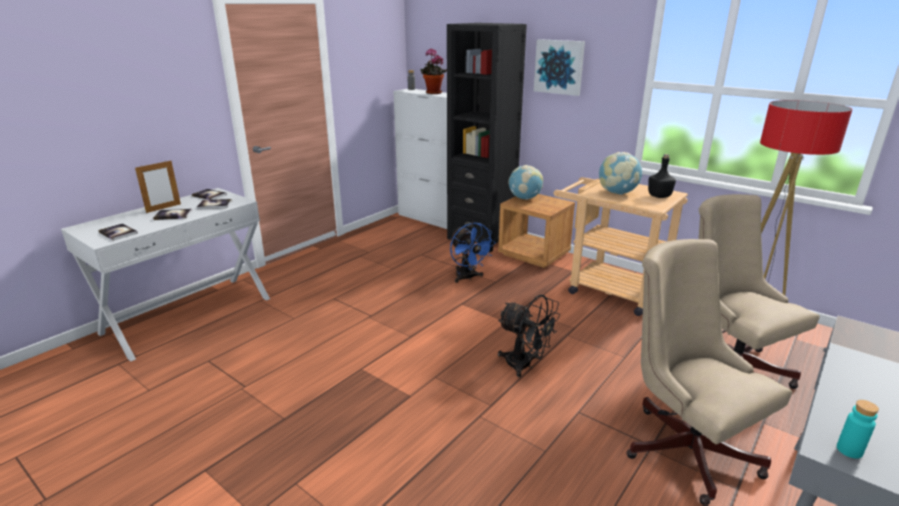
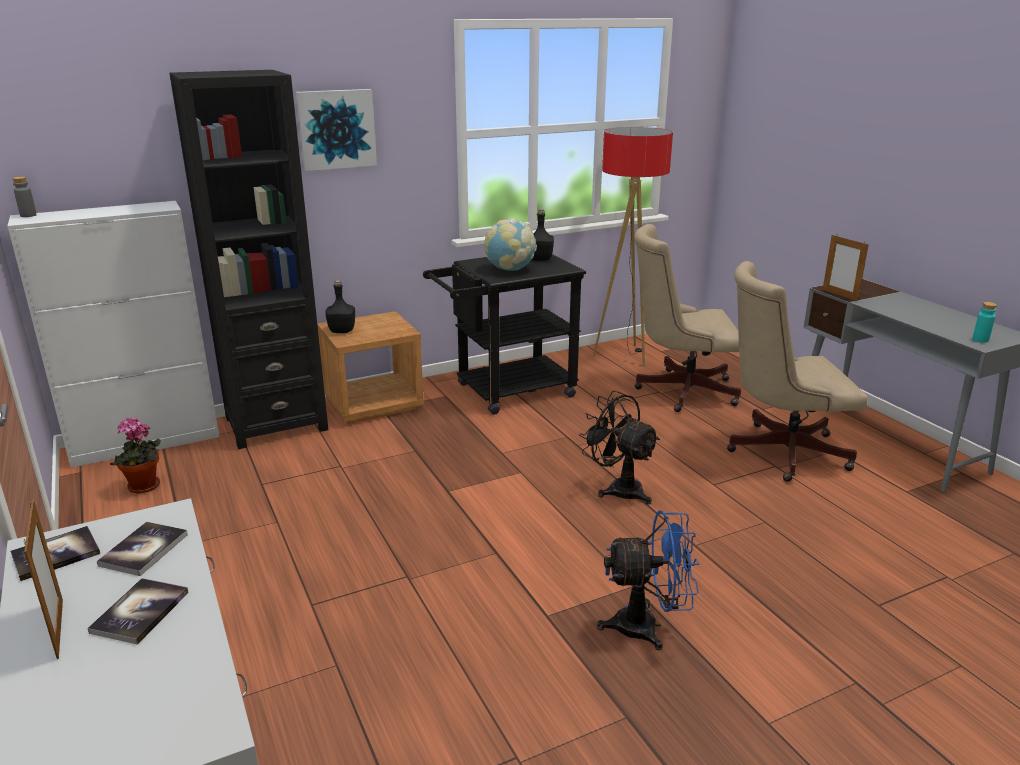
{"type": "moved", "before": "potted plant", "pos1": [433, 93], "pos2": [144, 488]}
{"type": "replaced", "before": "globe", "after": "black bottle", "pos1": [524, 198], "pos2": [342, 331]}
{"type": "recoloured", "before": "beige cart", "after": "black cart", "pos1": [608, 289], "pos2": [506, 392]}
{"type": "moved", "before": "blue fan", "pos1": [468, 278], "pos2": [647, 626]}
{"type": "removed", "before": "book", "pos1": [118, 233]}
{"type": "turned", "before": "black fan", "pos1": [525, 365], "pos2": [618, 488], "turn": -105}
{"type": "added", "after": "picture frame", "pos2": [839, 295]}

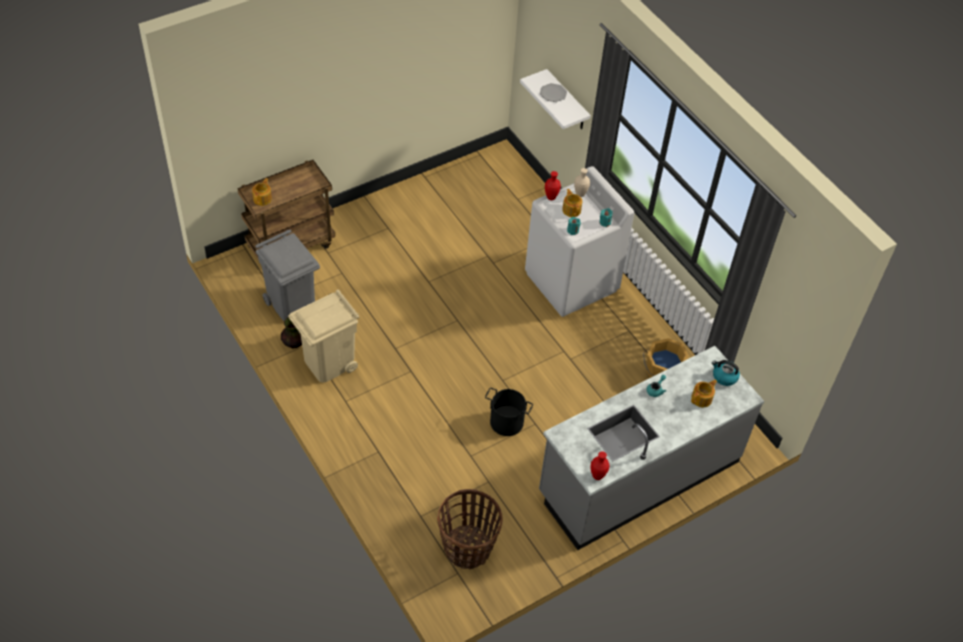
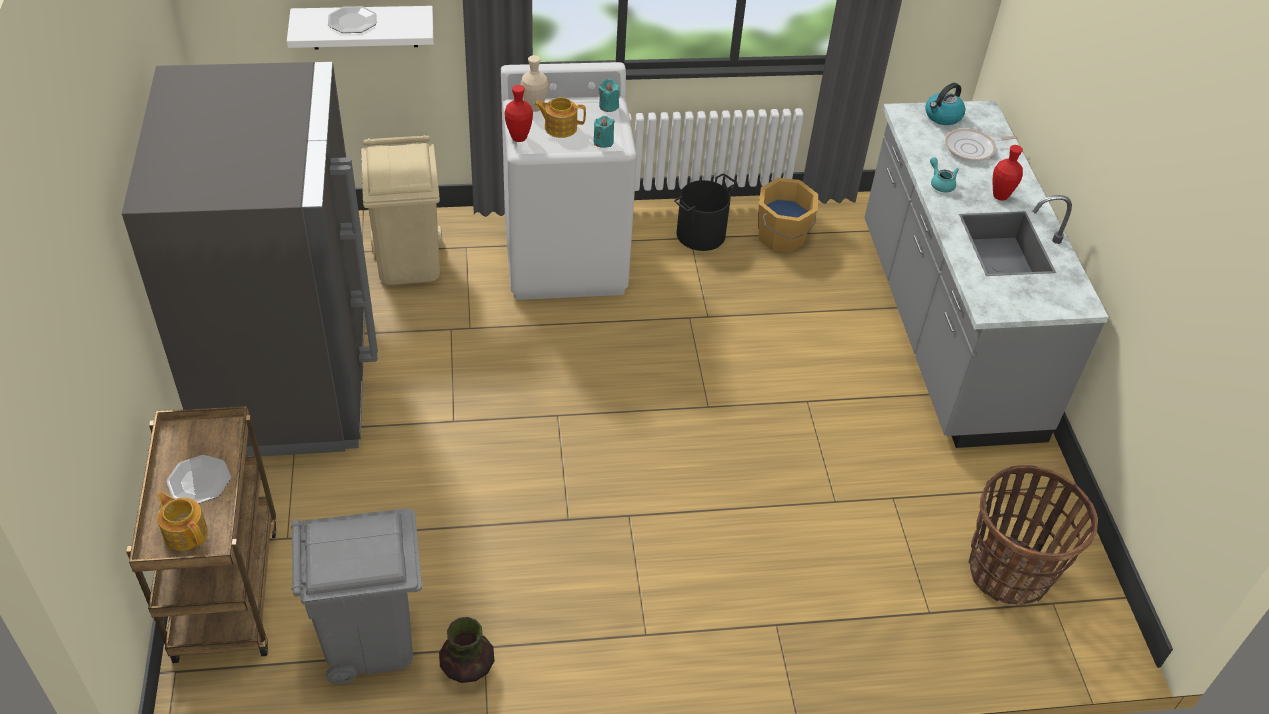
{"type": "moved", "before": "beige trash can", "pos1": [328, 363], "pos2": [409, 262]}
{"type": "replaced", "before": "teapot", "after": "frying pan", "pos1": [702, 398], "pos2": [972, 149]}
{"type": "moved", "before": "black bucket", "pos1": [507, 421], "pos2": [700, 233]}
{"type": "moved", "before": "red vase", "pos1": [597, 476], "pos2": [1000, 196]}
{"type": "added", "after": "grey fridge", "pos2": [289, 378]}
{"type": "added", "after": "plate", "pos2": [199, 481]}

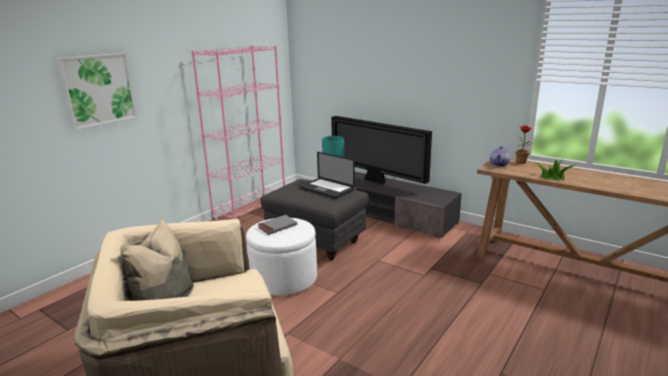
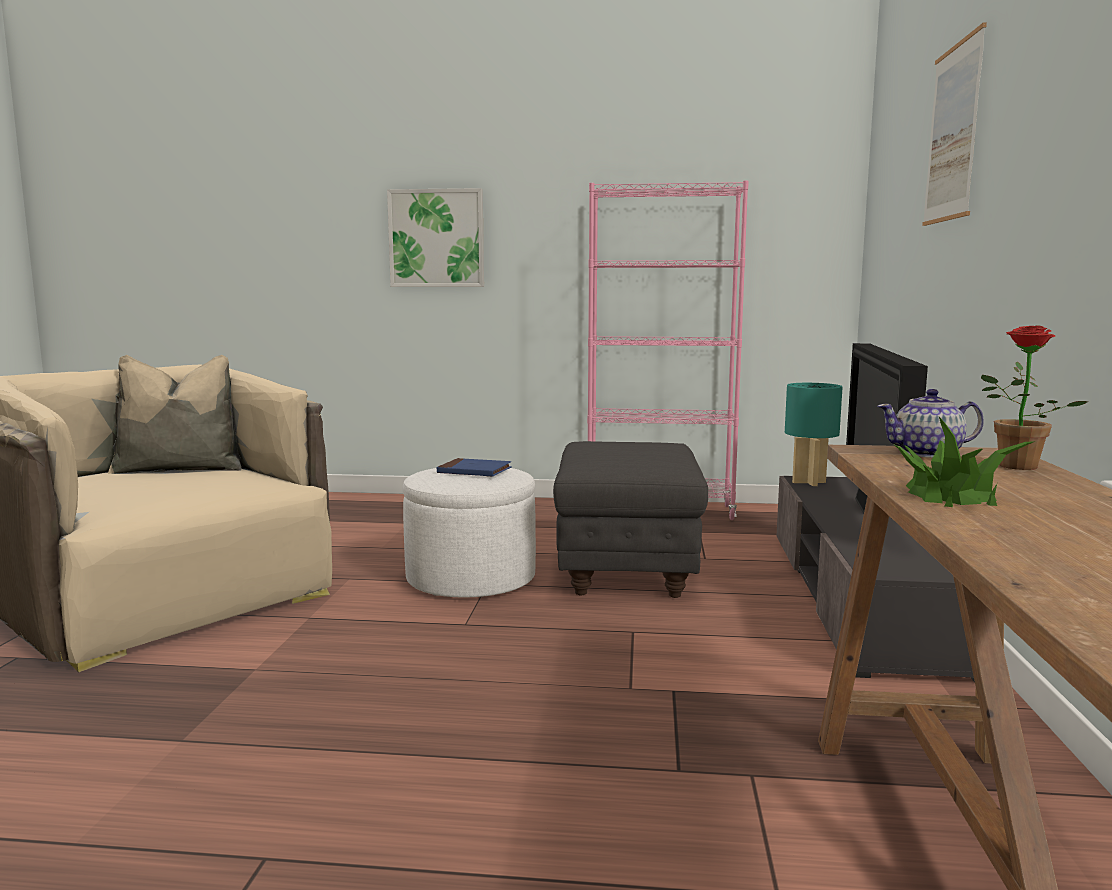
{"type": "removed", "before": "laptop", "pos1": [326, 189]}
{"type": "recoloured", "before": "grey book", "after": "blue book", "pos1": [277, 226], "pos2": [474, 471]}
{"type": "added", "after": "picture", "pos2": [953, 133]}

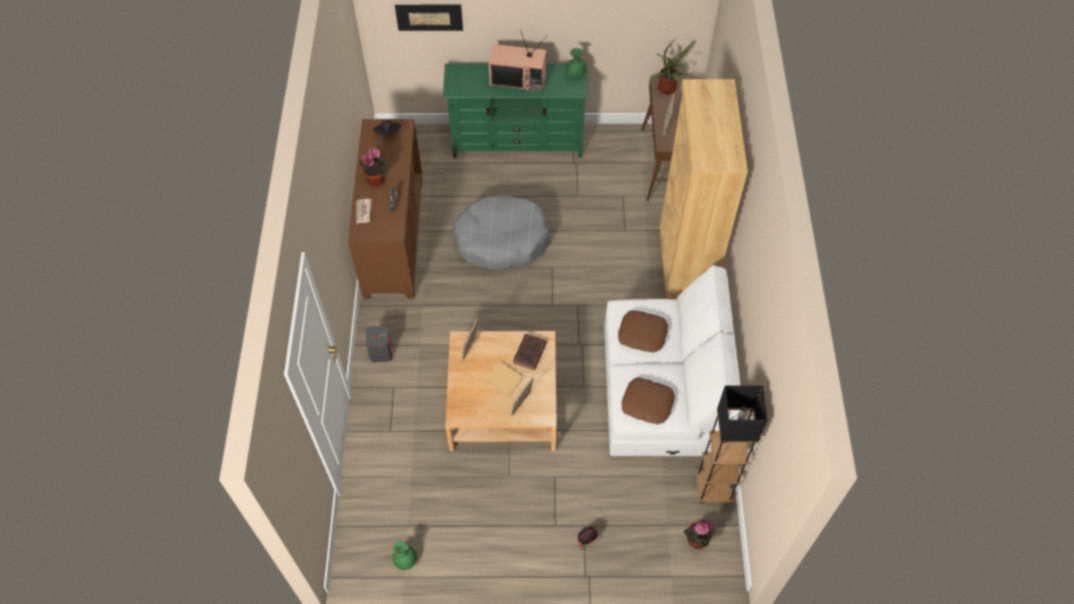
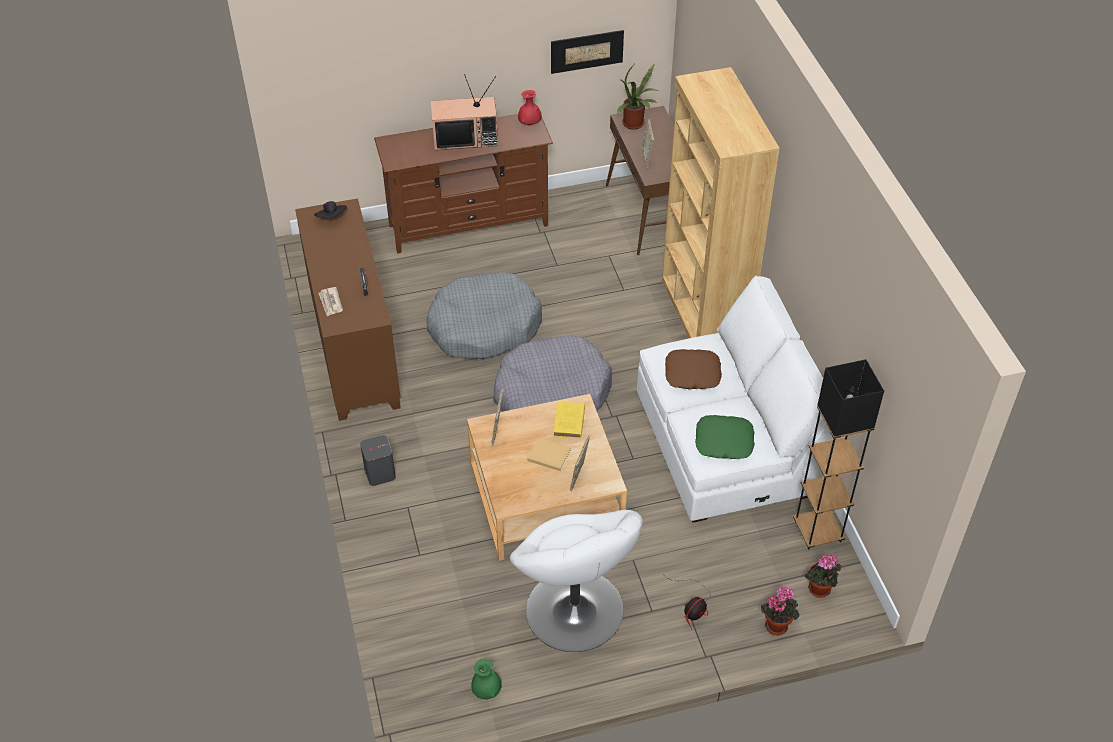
{"type": "moved", "before": "picture", "pos1": [429, 17], "pos2": [587, 51]}
{"type": "recoloured", "before": "green vase", "after": "red vase", "pos1": [575, 75], "pos2": [529, 124]}
{"type": "recoloured", "before": "green tv stand", "after": "brown tv stand", "pos1": [518, 143], "pos2": [468, 224]}
{"type": "moved", "before": "potted plant", "pos1": [377, 179], "pos2": [777, 624]}
{"type": "recoloured", "before": "brown book", "after": "yellow book", "pos1": [529, 354], "pos2": [569, 423]}
{"type": "recoloured", "before": "brown pillow", "after": "green pillow", "pos1": [647, 404], "pos2": [724, 442]}
{"type": "added", "after": "grey dog bed", "pos2": [551, 393]}
{"type": "added", "after": "white armchair", "pos2": [575, 611]}

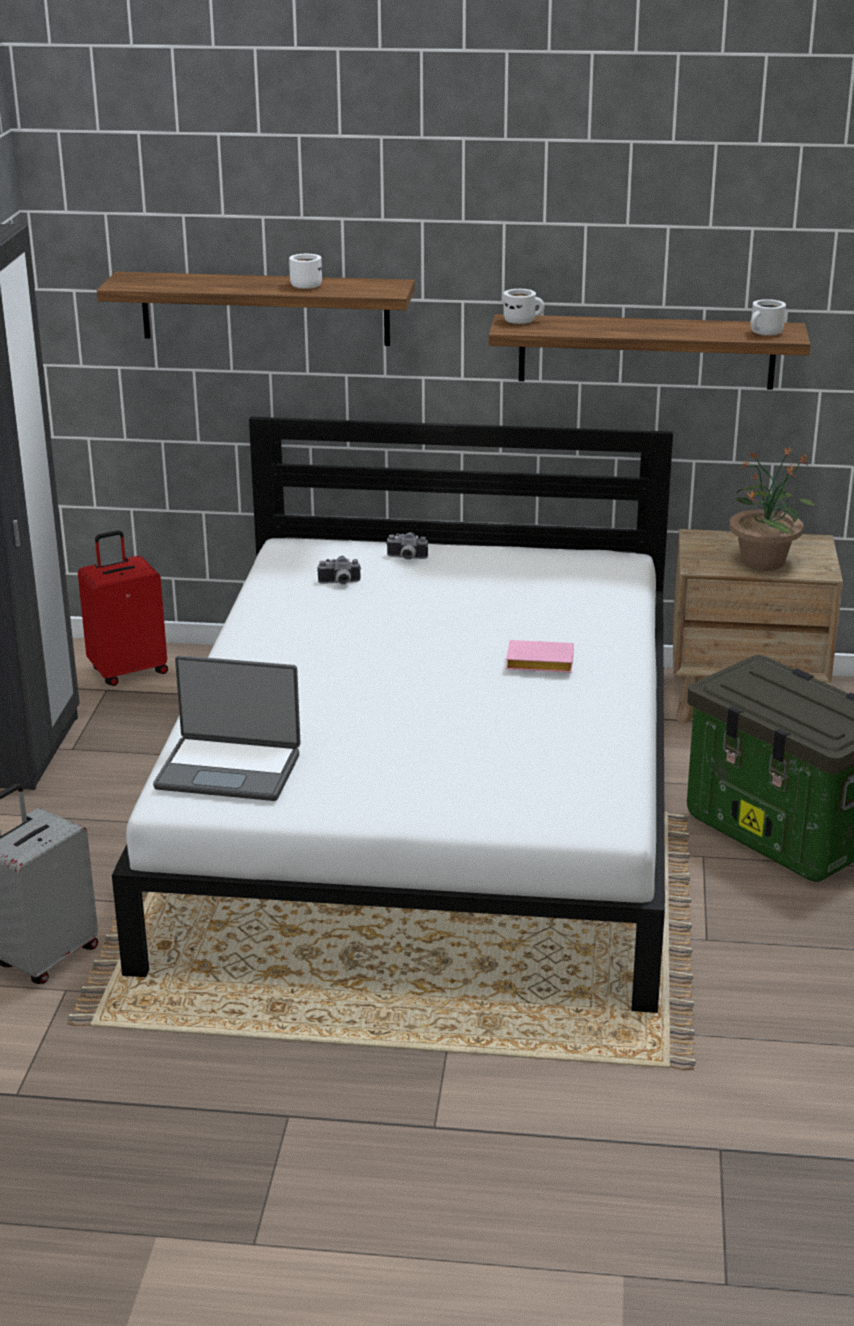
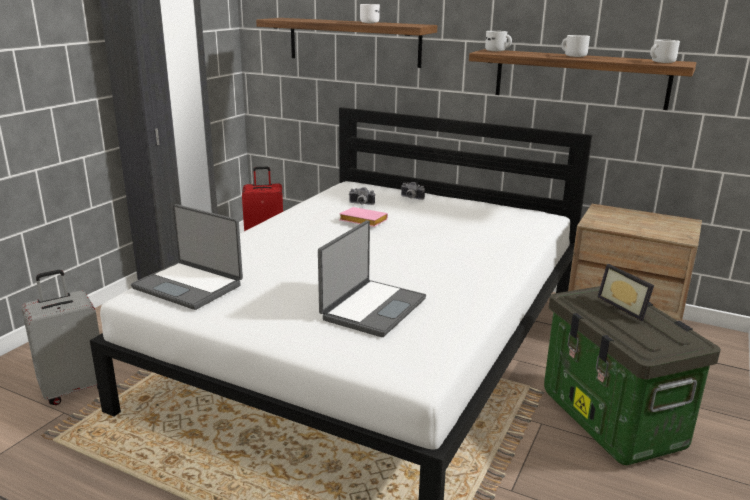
{"type": "removed", "before": "potted plant", "pos1": [763, 561]}
{"type": "moved", "before": "pink book", "pos1": [537, 664], "pos2": [361, 221]}
{"type": "added", "after": "white mug", "pos2": [573, 56]}
{"type": "added", "after": "laptop", "pos2": [372, 308]}
{"type": "added", "after": "picture frame", "pos2": [625, 307]}

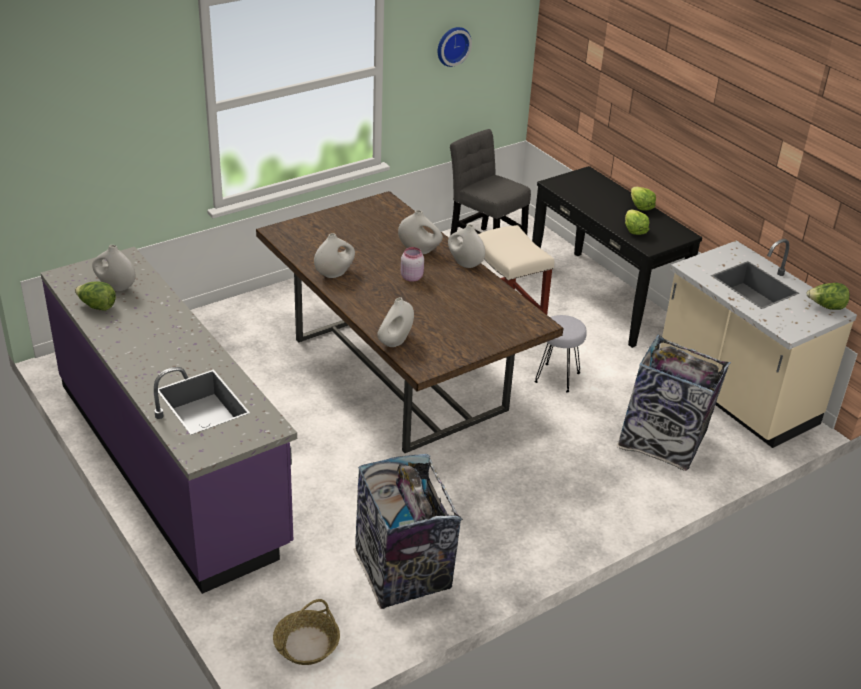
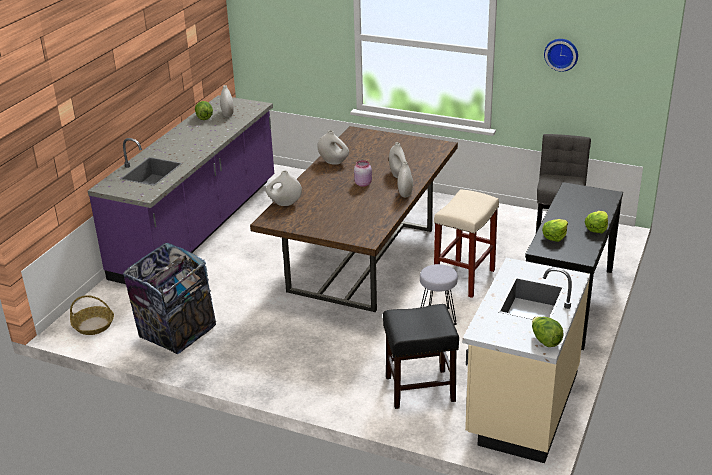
{"type": "replaced", "before": "trash can", "after": "black stool", "pos1": [664, 442], "pos2": [419, 389]}

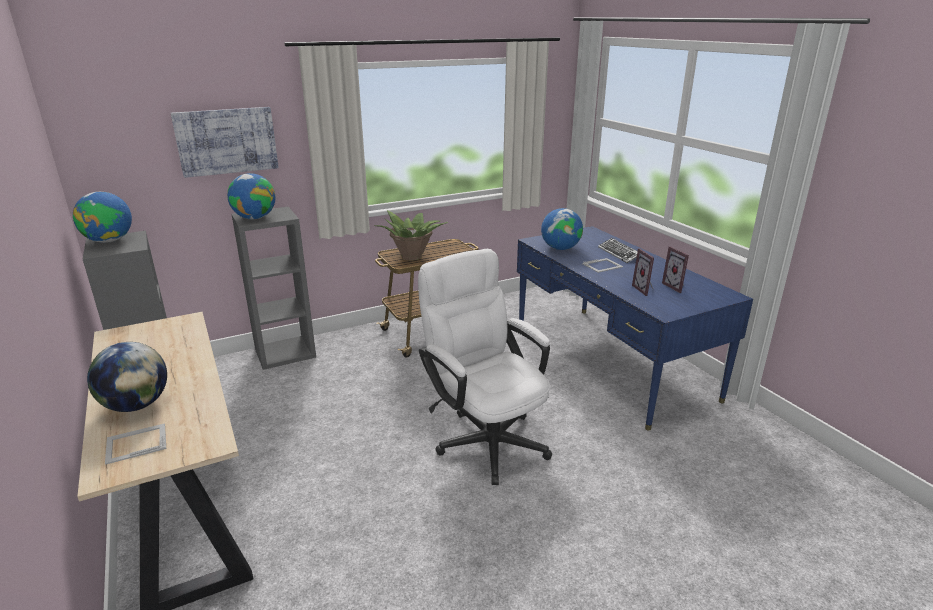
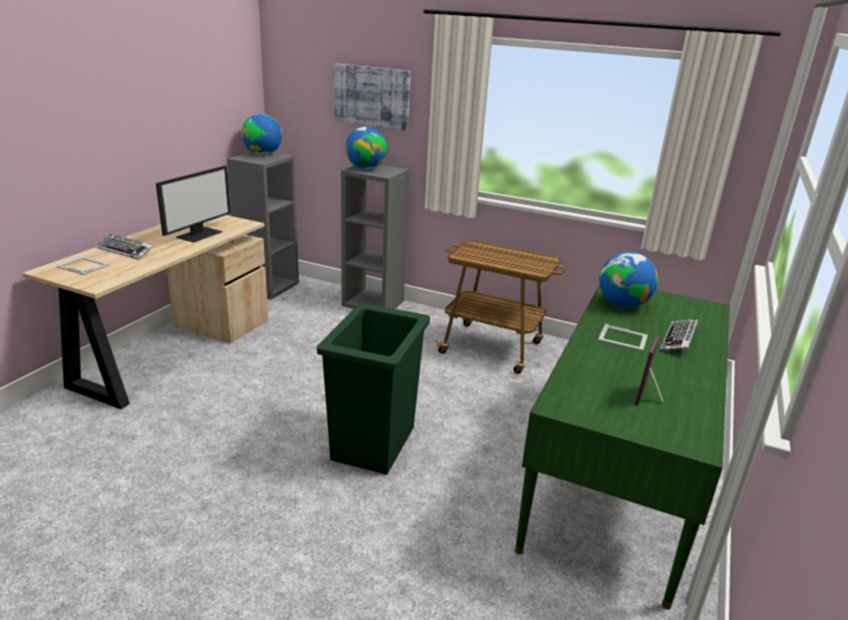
{"type": "removed", "before": "potted plant", "pos1": [411, 256]}
{"type": "recoloured", "before": "blue desk", "after": "green desk", "pos1": [610, 361], "pos2": [617, 475]}
{"type": "replaced", "before": "white office chair", "after": "green trash can", "pos1": [485, 437], "pos2": [375, 443]}
{"type": "removed", "before": "picture frame", "pos1": [645, 290]}
{"type": "replaced", "before": "globe", "after": "keyboard", "pos1": [136, 405], "pos2": [125, 250]}
{"type": "added", "after": "monitor", "pos2": [199, 234]}

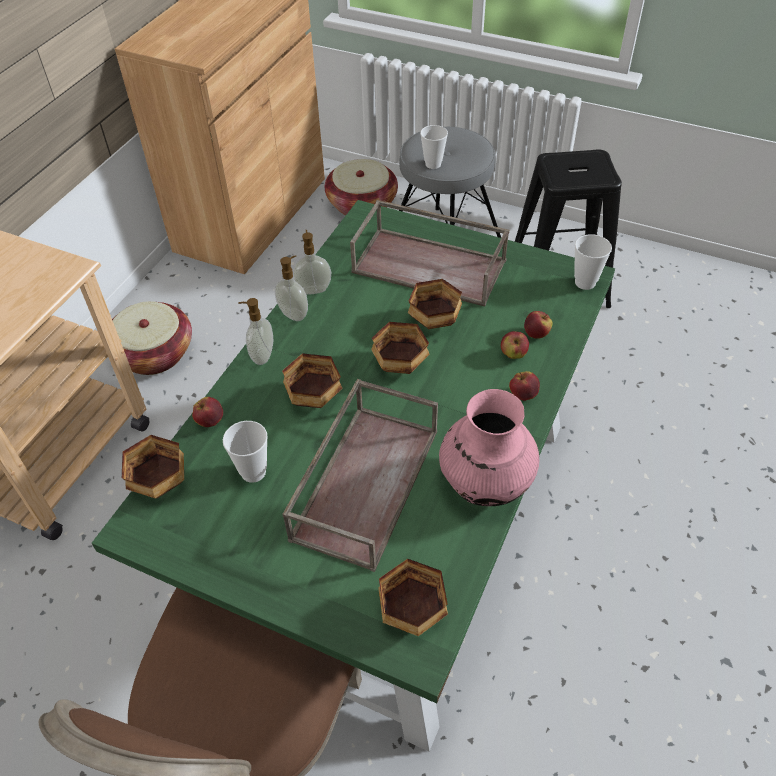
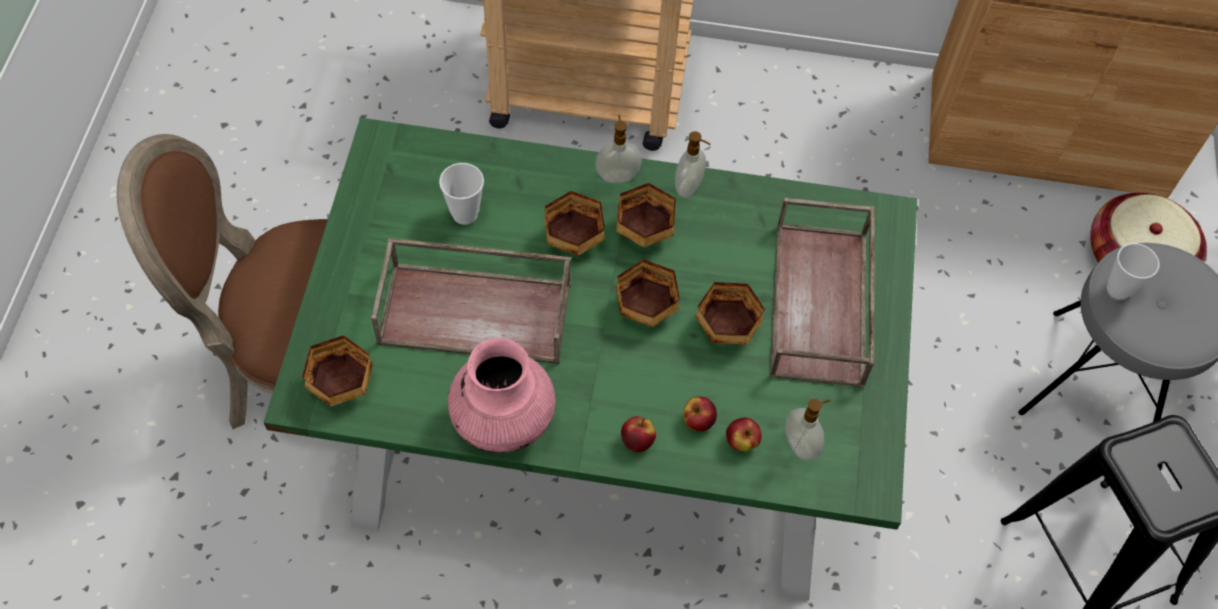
{"type": "moved", "before": "soap dispenser", "pos1": [313, 289], "pos2": [801, 445]}
{"type": "removed", "before": "cup", "pos1": [585, 282]}
{"type": "removed", "before": "basket", "pos1": [154, 354]}
{"type": "removed", "before": "apple", "pos1": [210, 421]}
{"type": "moved", "before": "bowl", "pos1": [158, 481], "pos2": [645, 229]}

